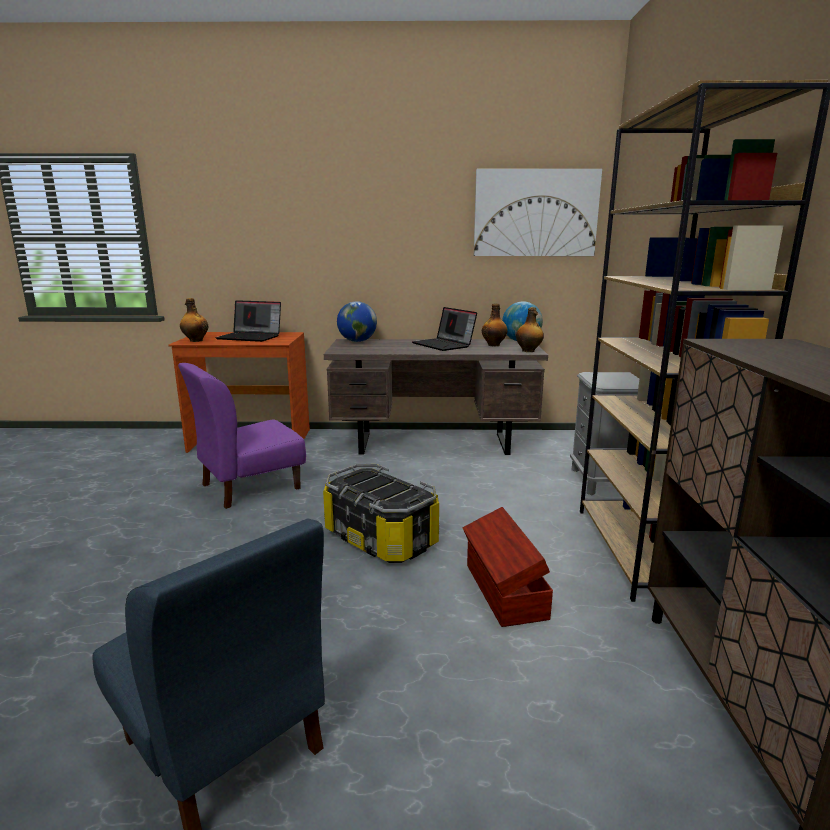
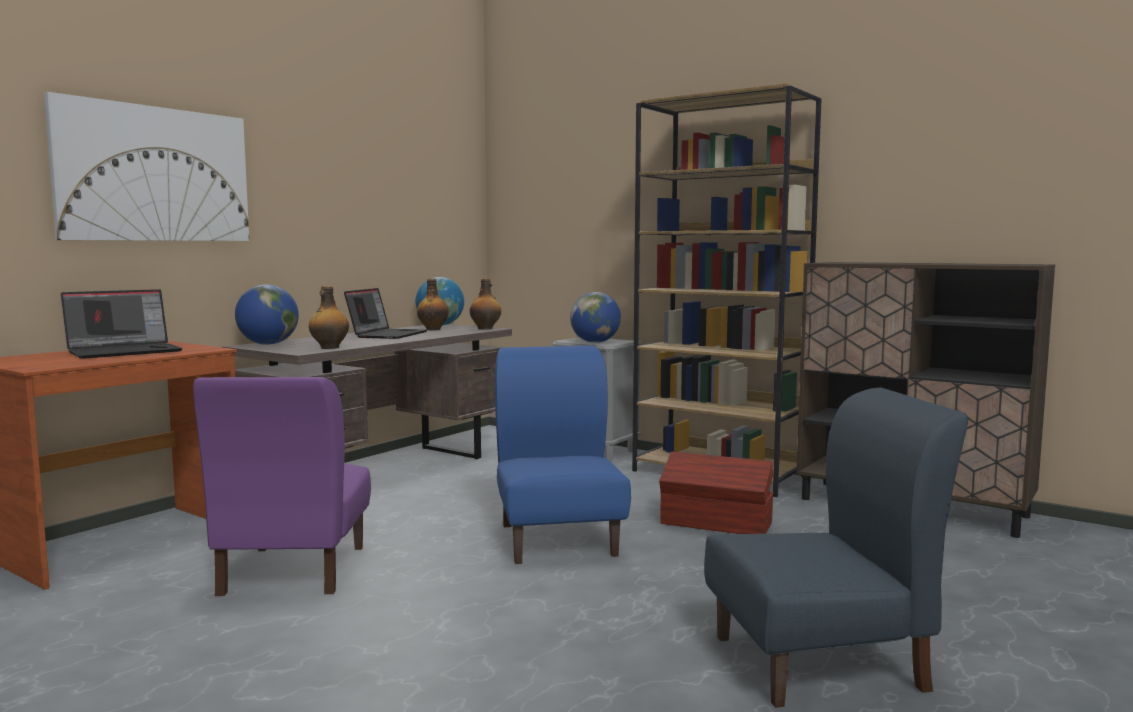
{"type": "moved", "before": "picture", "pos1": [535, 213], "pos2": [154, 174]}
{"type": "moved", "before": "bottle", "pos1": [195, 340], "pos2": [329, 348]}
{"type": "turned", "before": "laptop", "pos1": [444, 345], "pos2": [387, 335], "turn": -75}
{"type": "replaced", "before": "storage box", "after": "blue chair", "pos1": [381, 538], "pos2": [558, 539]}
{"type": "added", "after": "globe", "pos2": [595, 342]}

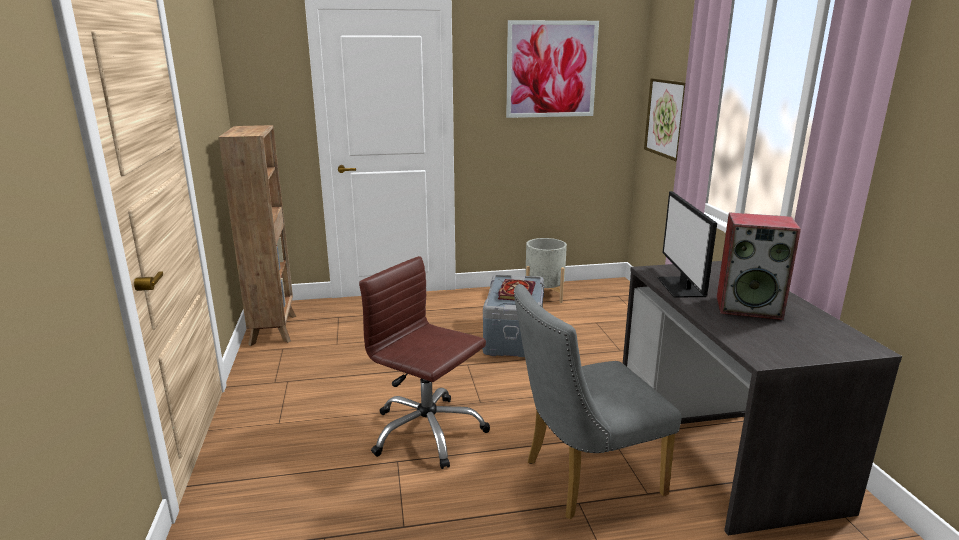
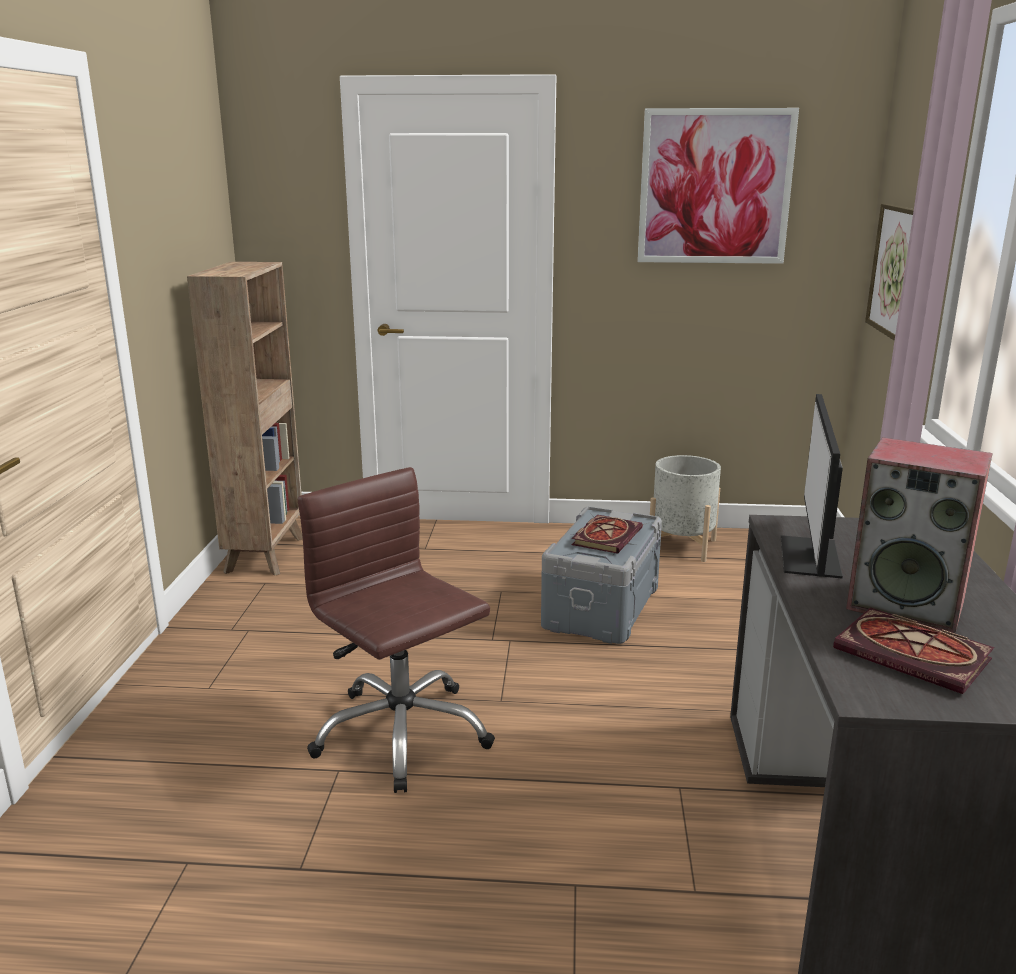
{"type": "removed", "before": "grey chair", "pos1": [583, 479]}
{"type": "added", "after": "book", "pos2": [916, 655]}

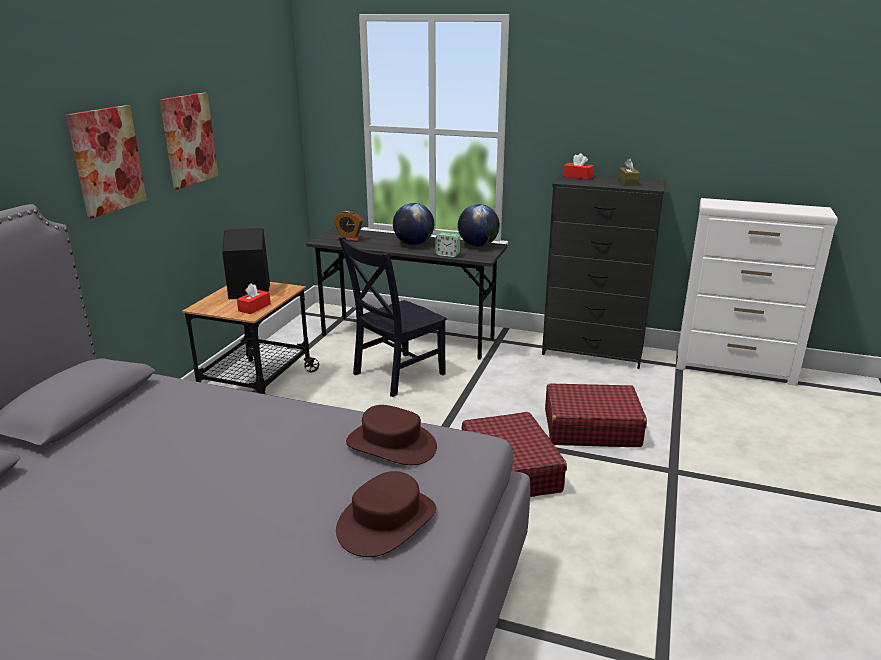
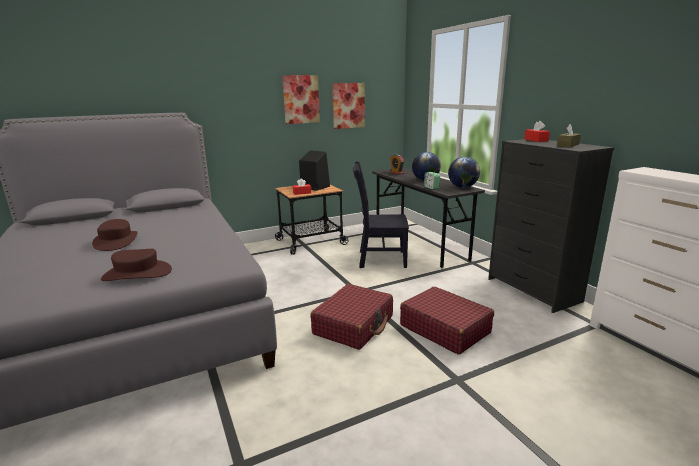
{"type": "moved", "before": "picture", "pos1": [107, 160], "pos2": [348, 105]}
{"type": "moved", "before": "brown hat", "pos1": [391, 444], "pos2": [116, 241]}

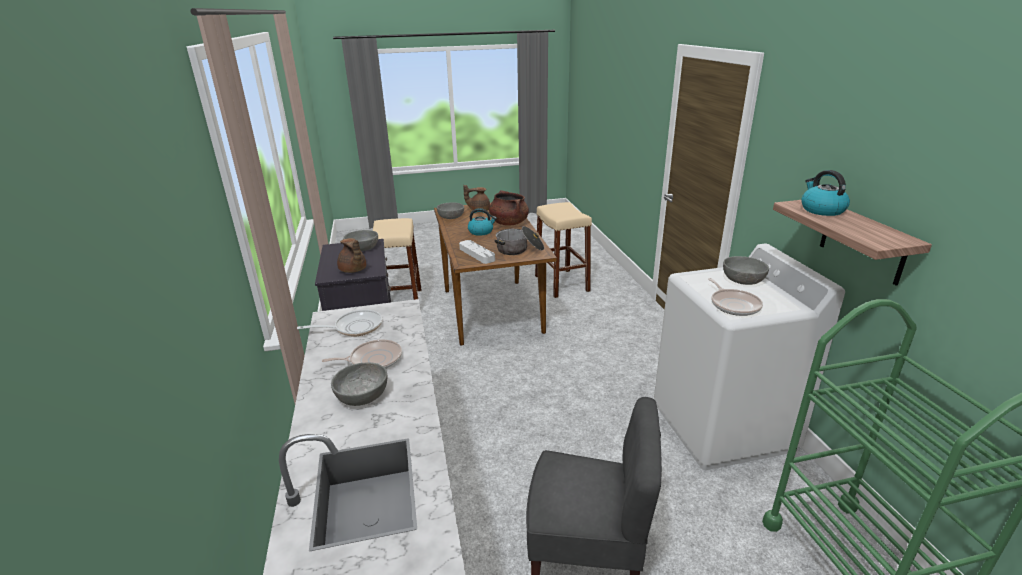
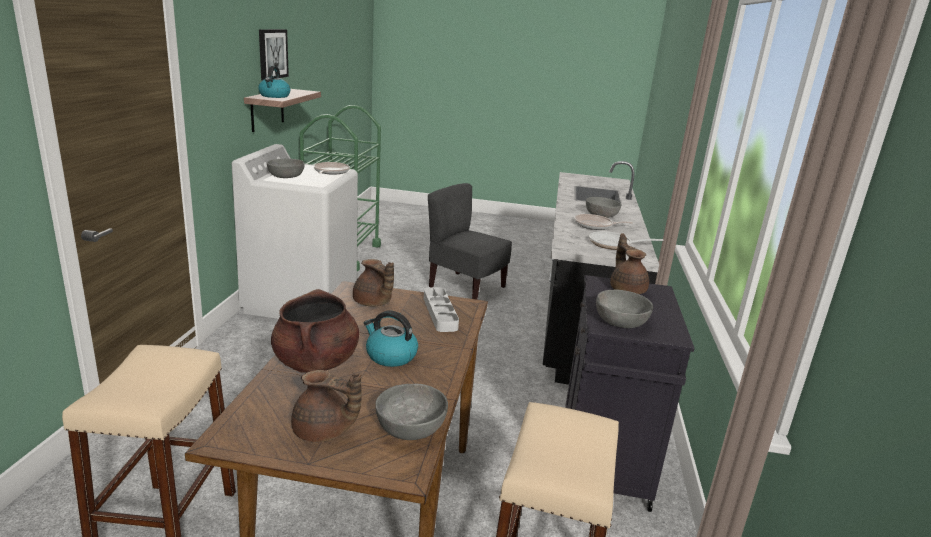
{"type": "replaced", "before": "cooking pot", "after": "brown teapot", "pos1": [519, 249], "pos2": [373, 303]}
{"type": "added", "after": "picture", "pos2": [272, 54]}

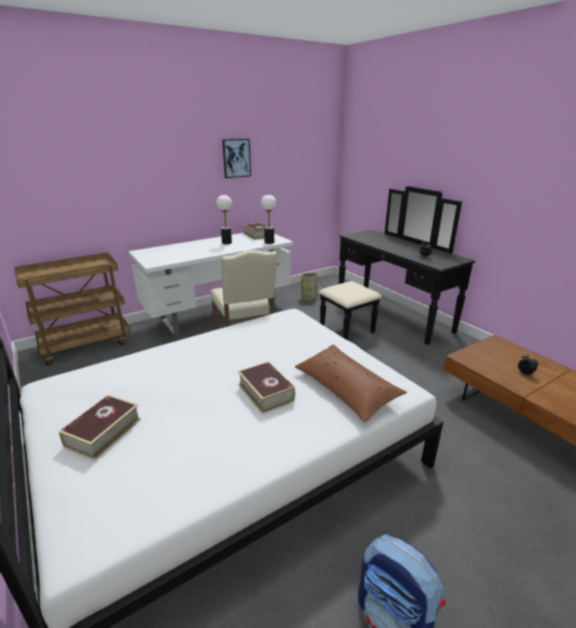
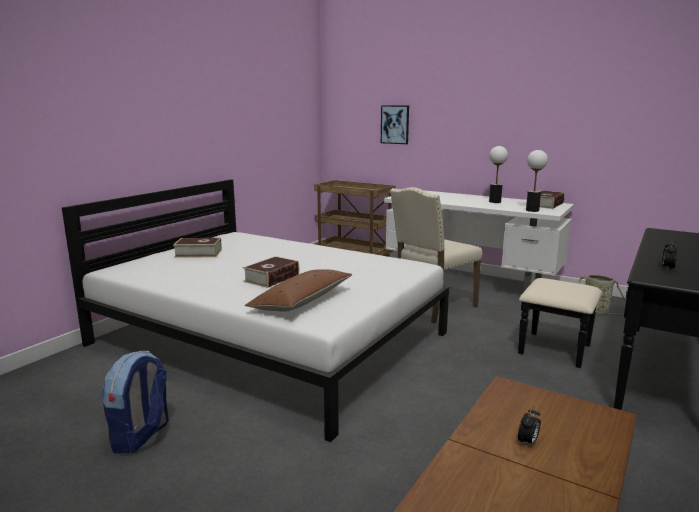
{"type": "moved", "before": "picture", "pos1": [236, 158], "pos2": [395, 124]}

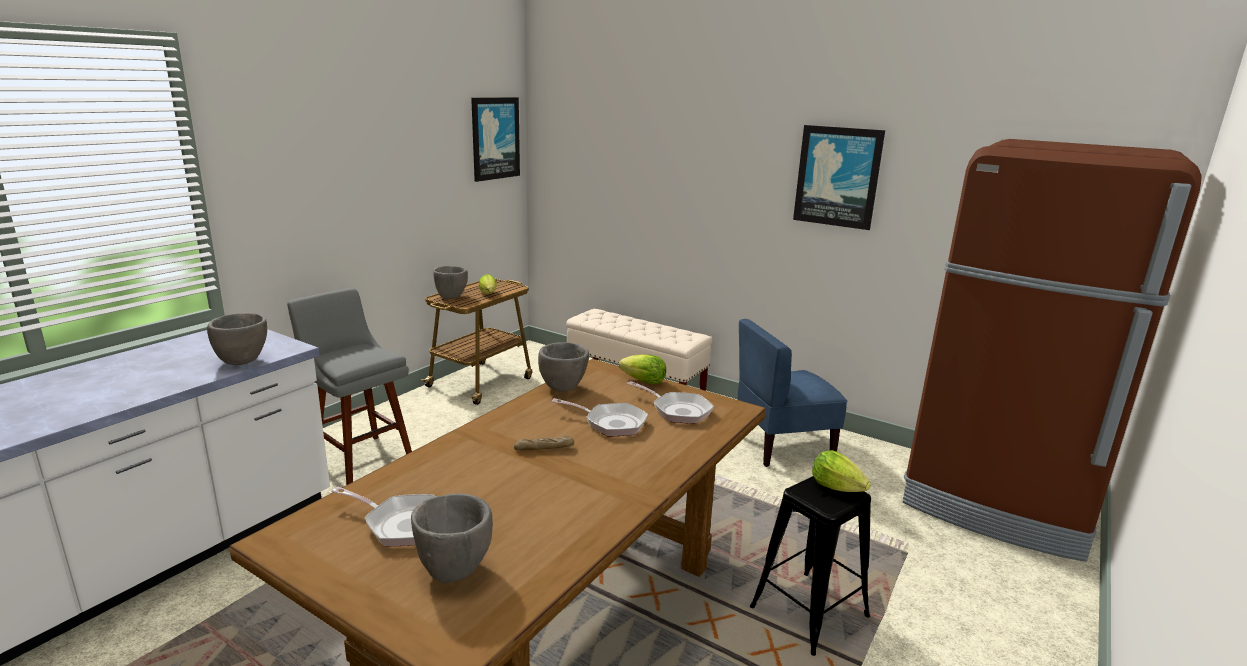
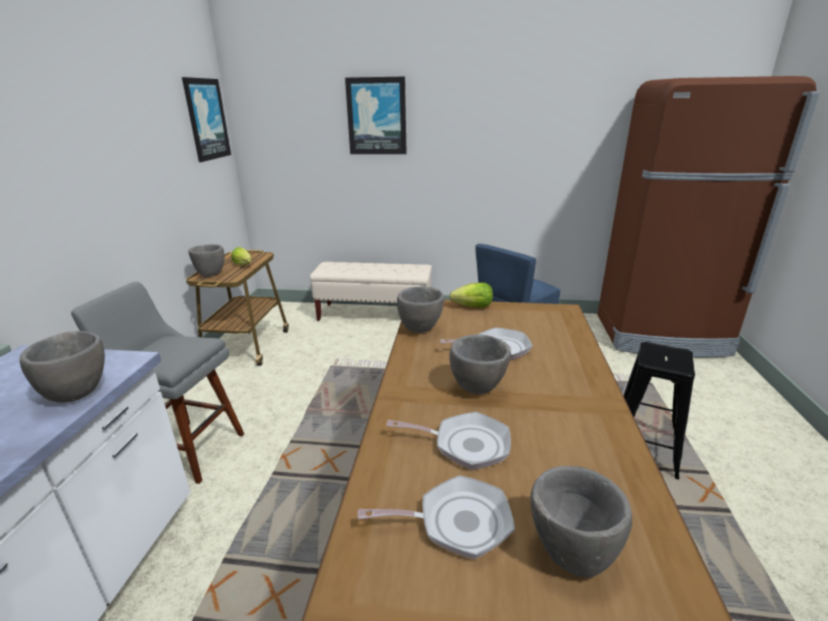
{"type": "moved", "before": "picture", "pos1": [837, 177], "pos2": [377, 116]}
{"type": "moved", "before": "frying pan", "pos1": [677, 410], "pos2": [465, 444]}
{"type": "replaced", "before": "bread", "after": "grey bowl", "pos1": [544, 448], "pos2": [477, 388]}
{"type": "removed", "before": "lettuce", "pos1": [836, 487]}

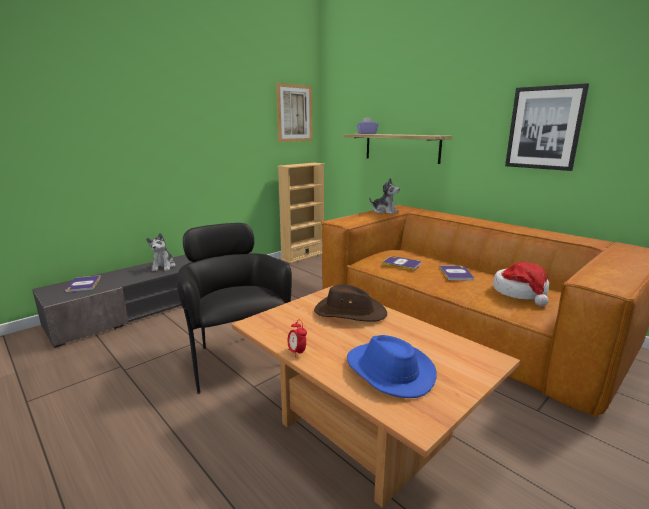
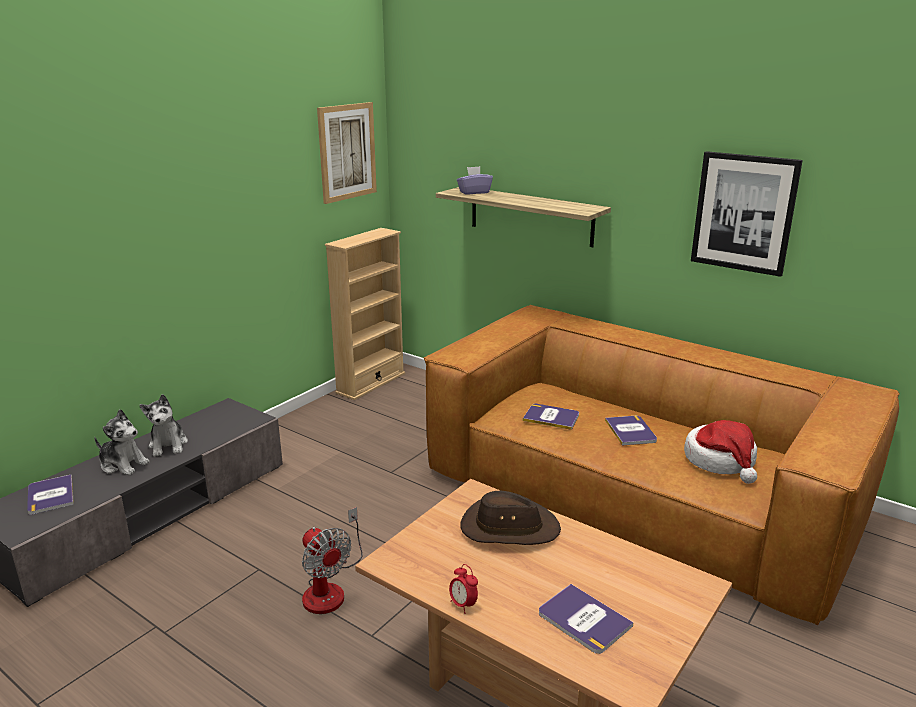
{"type": "moved", "before": "plush toy", "pos1": [384, 211], "pos2": [123, 464]}
{"type": "replaced", "before": "black armchair", "after": "fan", "pos1": [237, 356], "pos2": [330, 588]}
{"type": "replaced", "before": "blue hat", "after": "book", "pos1": [388, 371], "pos2": [583, 619]}

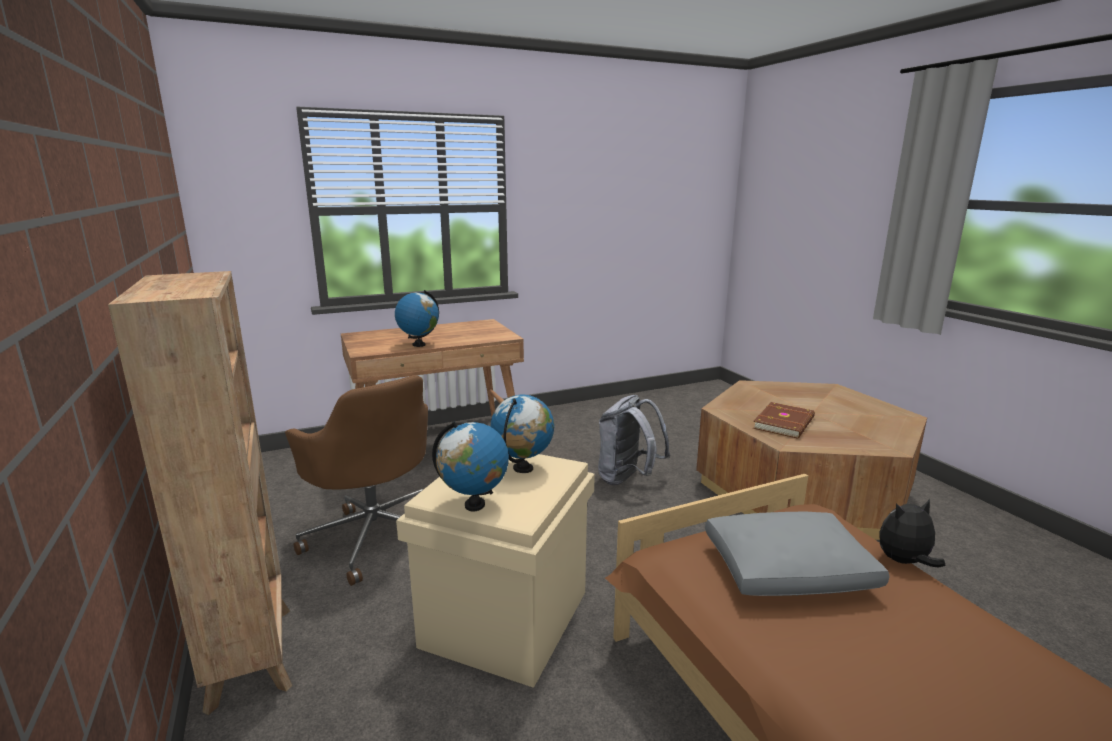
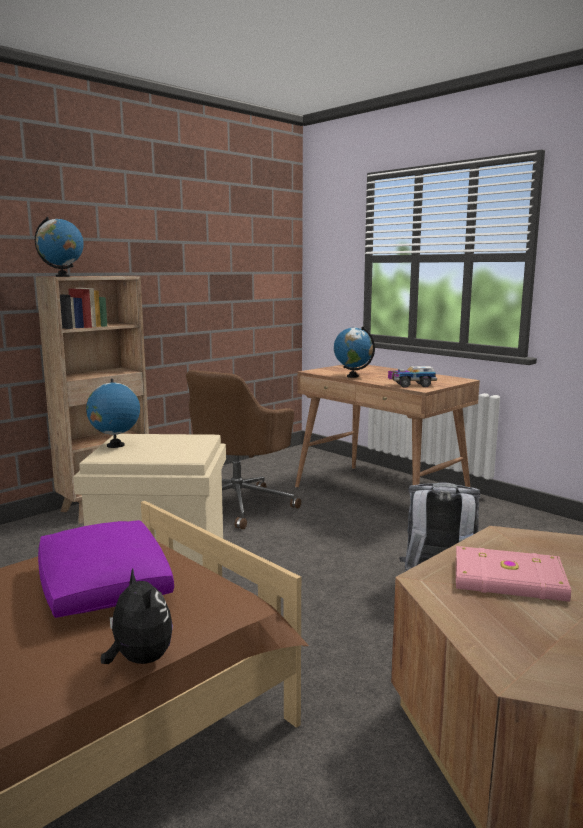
{"type": "moved", "before": "globe", "pos1": [523, 469], "pos2": [62, 276]}
{"type": "recoloured", "before": "brown book", "after": "pink book", "pos1": [785, 423], "pos2": [509, 580]}
{"type": "recoloured", "before": "grey pillow", "after": "purple pillow", "pos1": [786, 571], "pos2": [104, 585]}
{"type": "added", "after": "toy truck", "pos2": [411, 385]}

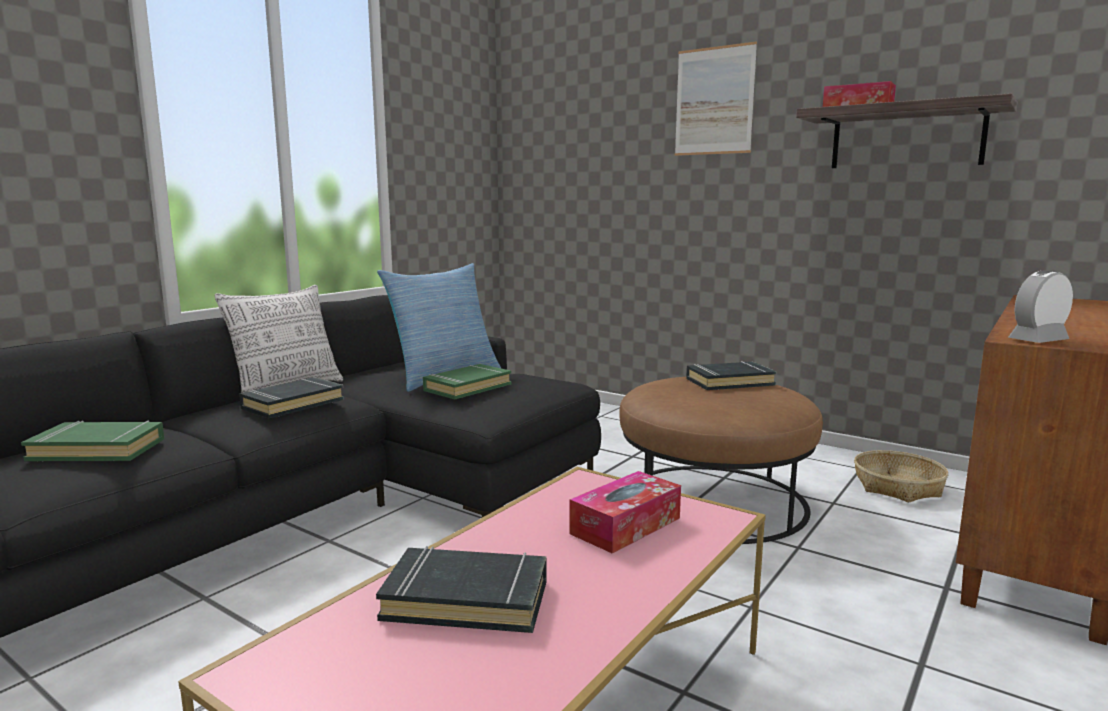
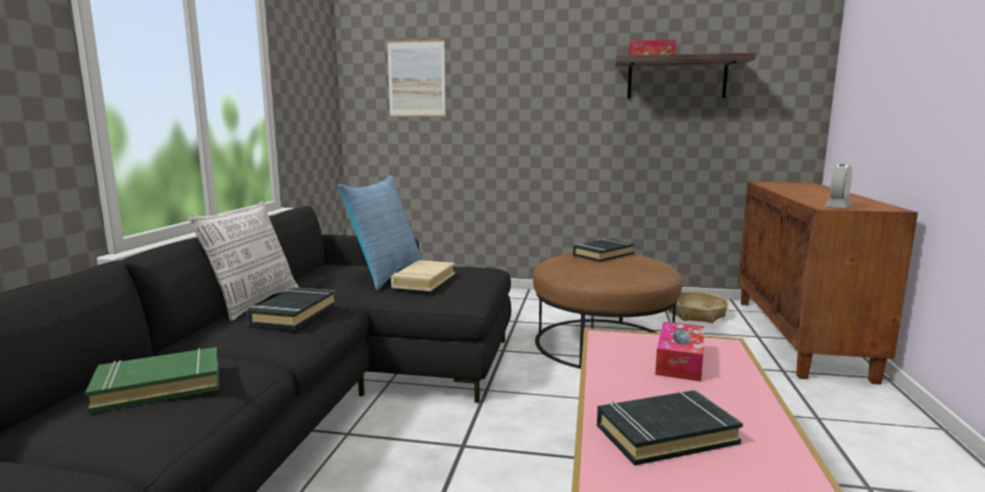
{"type": "moved", "before": "picture", "pos1": [714, 101], "pos2": [416, 79]}
{"type": "recoloured", "before": "green book", "after": "beige book", "pos1": [467, 387], "pos2": [423, 281]}

